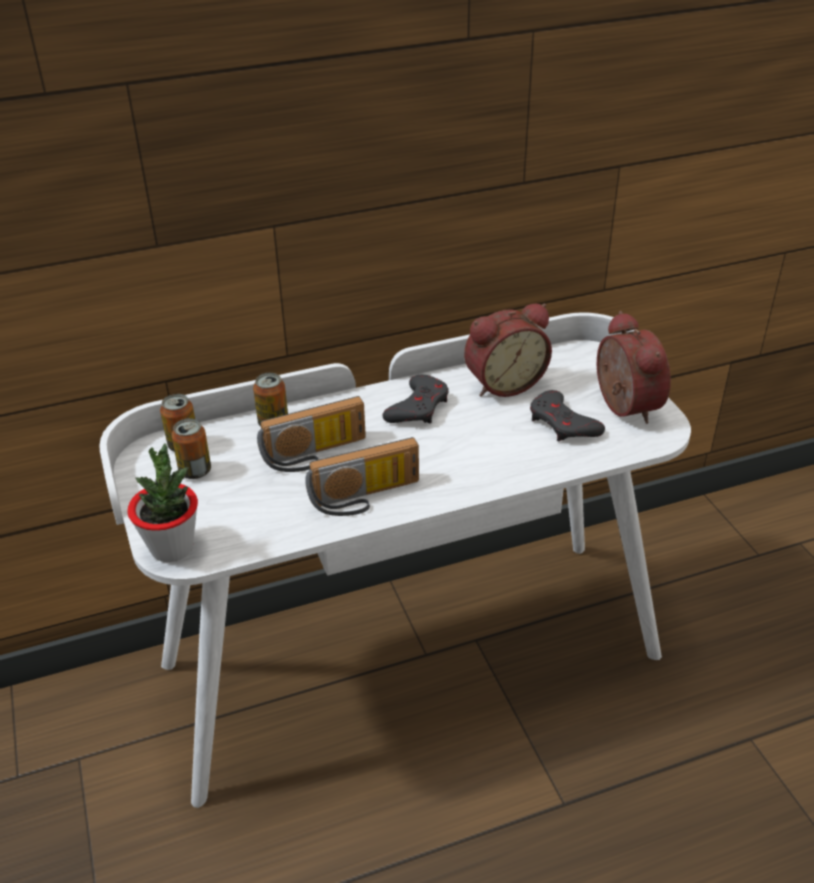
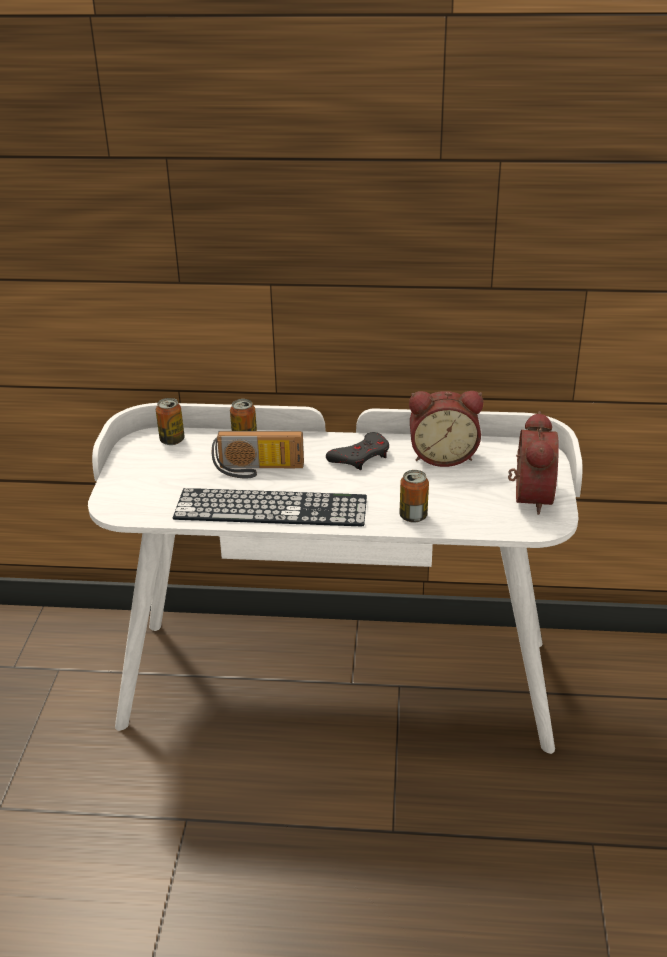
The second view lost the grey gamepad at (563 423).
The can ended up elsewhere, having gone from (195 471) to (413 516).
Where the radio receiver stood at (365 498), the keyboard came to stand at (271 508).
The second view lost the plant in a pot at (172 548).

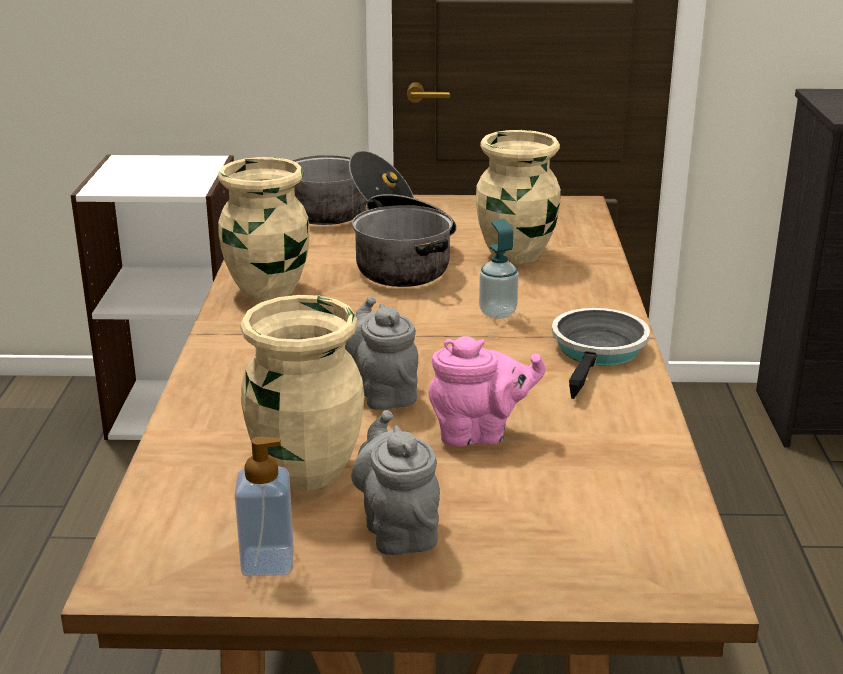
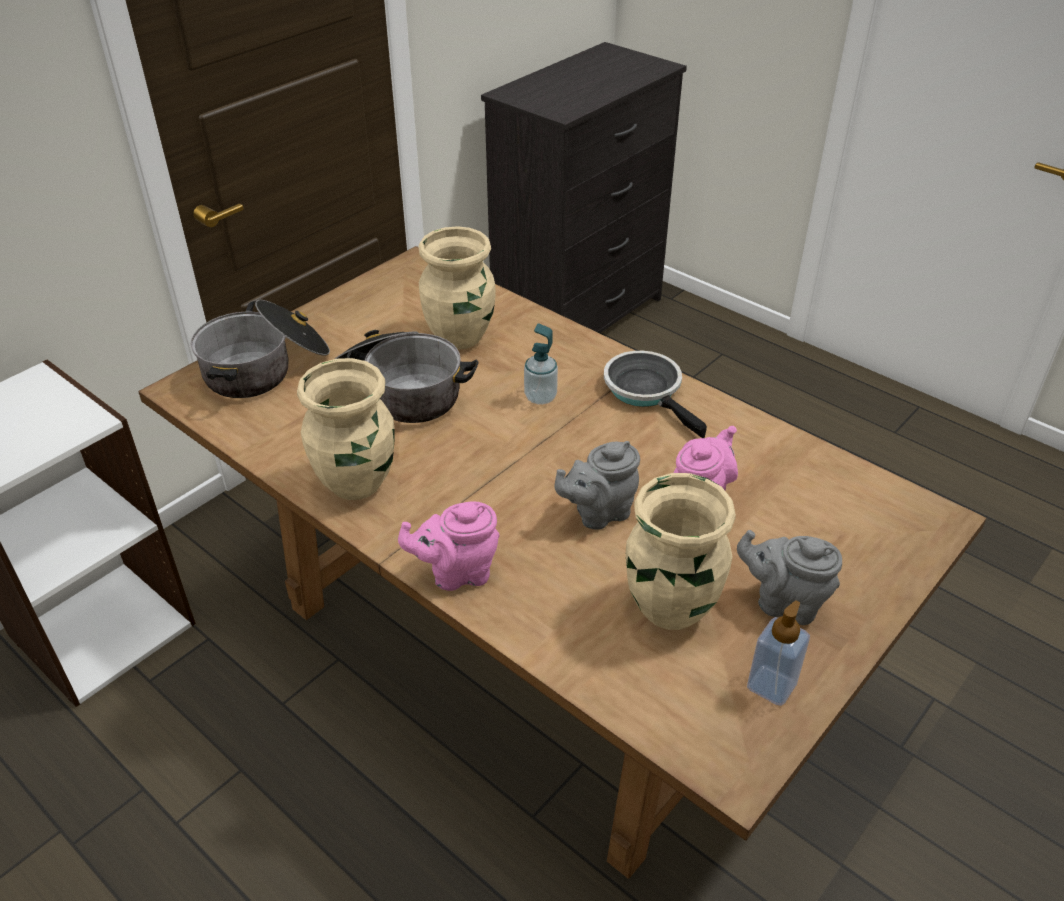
The grey pot for tea at (384 393) ended up facing another way, 45 degrees counterclockwise from before.
The second view gained the pink pot for tea at (457 573).

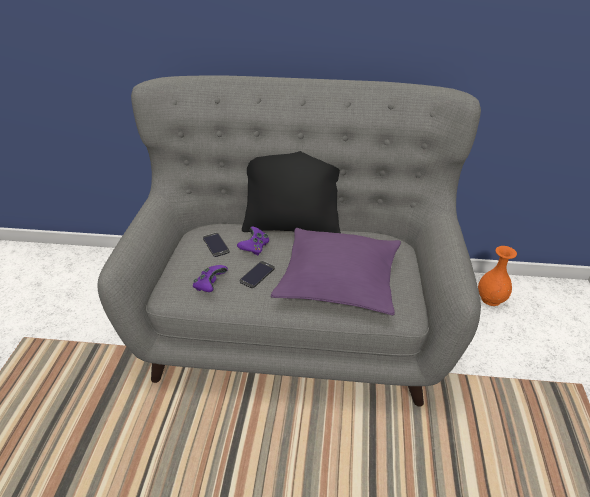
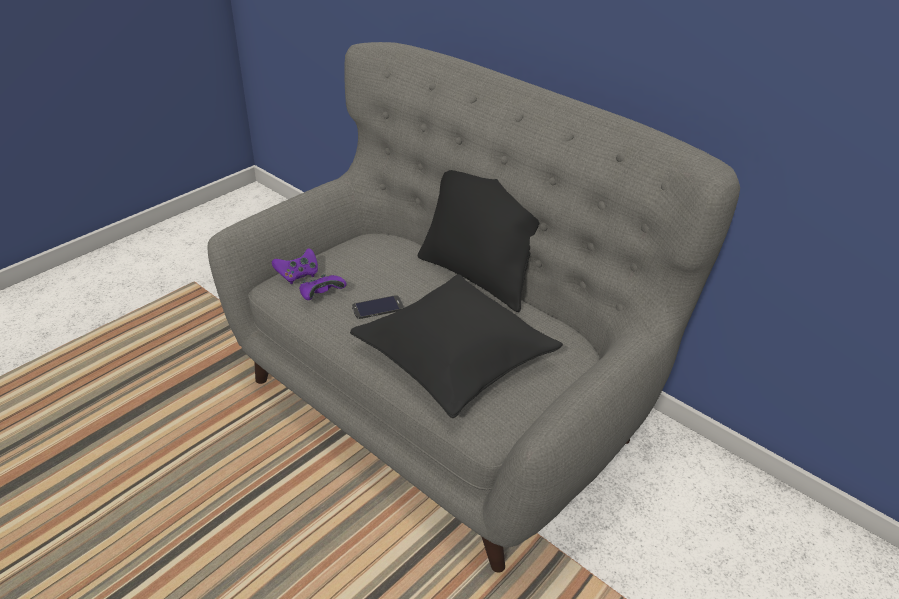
The purplish gamepad ended up elsewhere, having gone from (254 248) to (298 275).
What was the purplish pillow at (338 281) turned into the black-coloured pillow at (455 356).
The second view lost the telephone at (216 245).
The second view lost the orangey vase at (491 299).

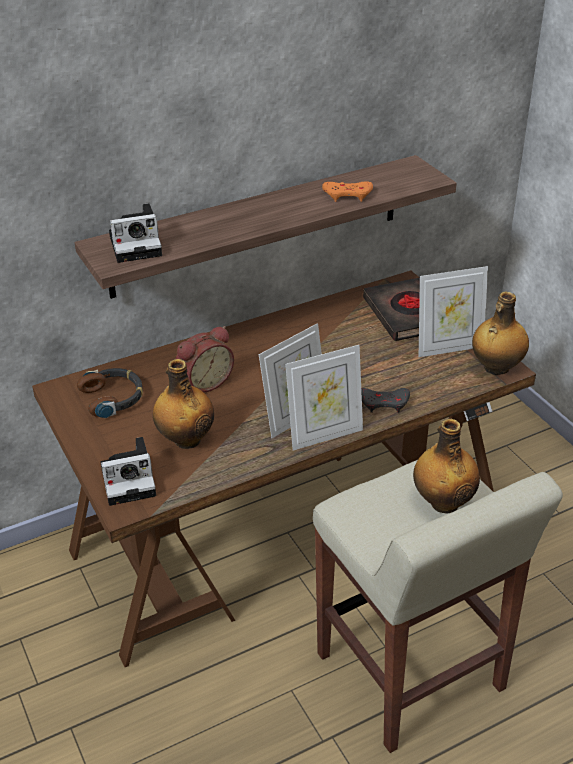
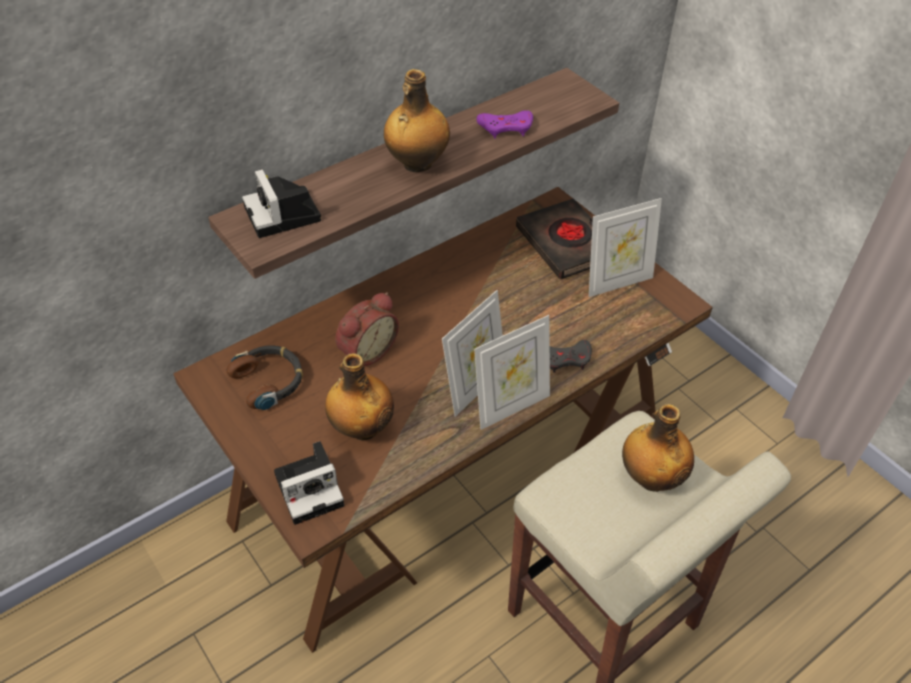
What was the orangey gamepad at (348 195) turned into the purplish gamepad at (506 128).
The still camera at (138 245) ended up facing another way, 90 degrees clockwise from before.
The bottle ended up elsewhere, having gone from (495 368) to (416 164).

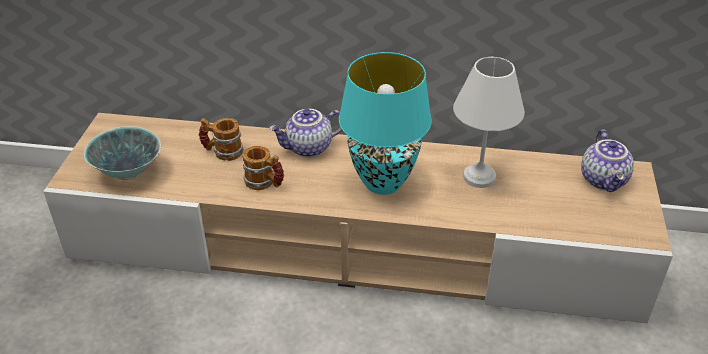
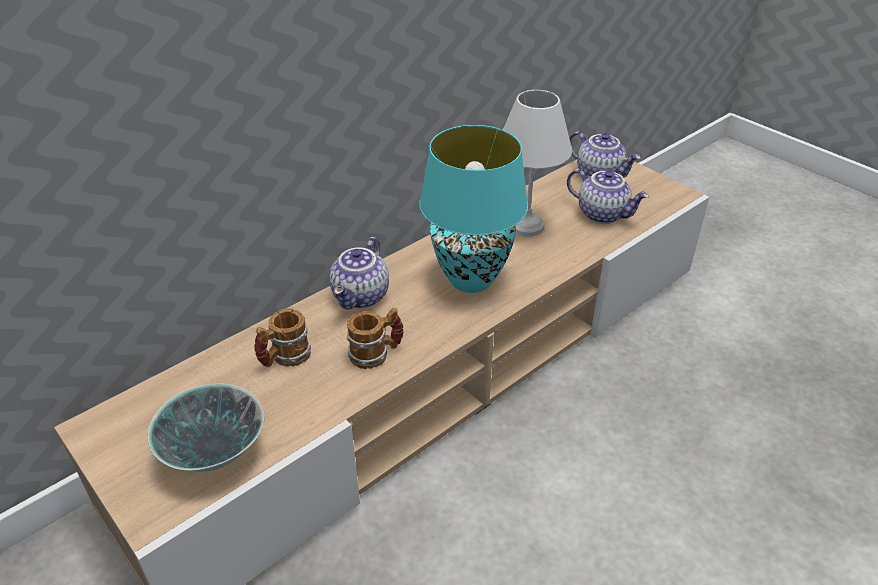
The second view gained the pot for tea at (603 214).

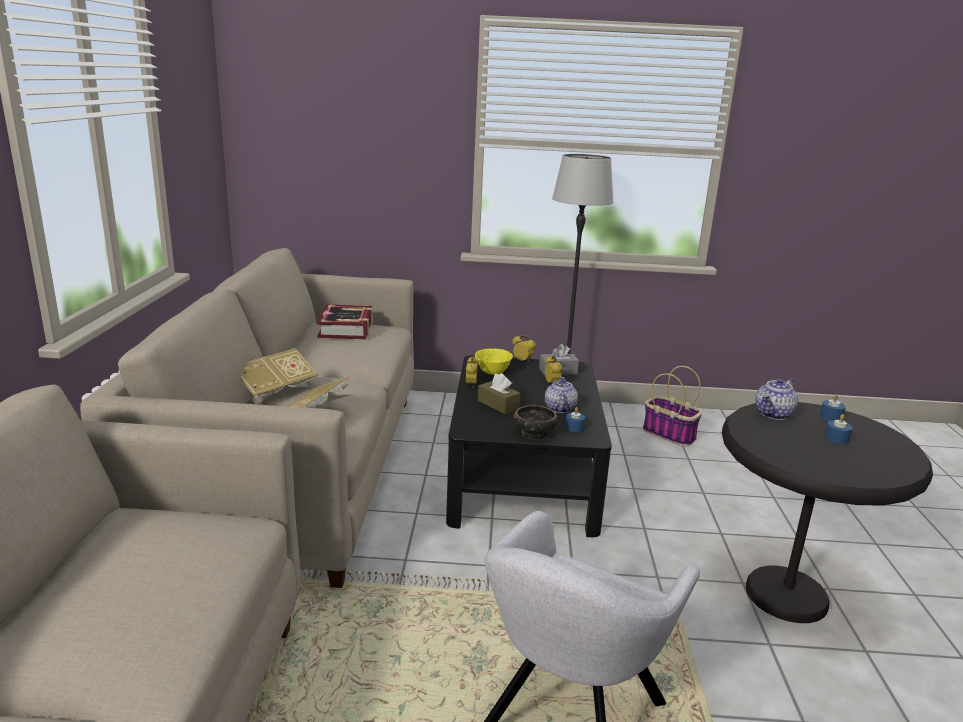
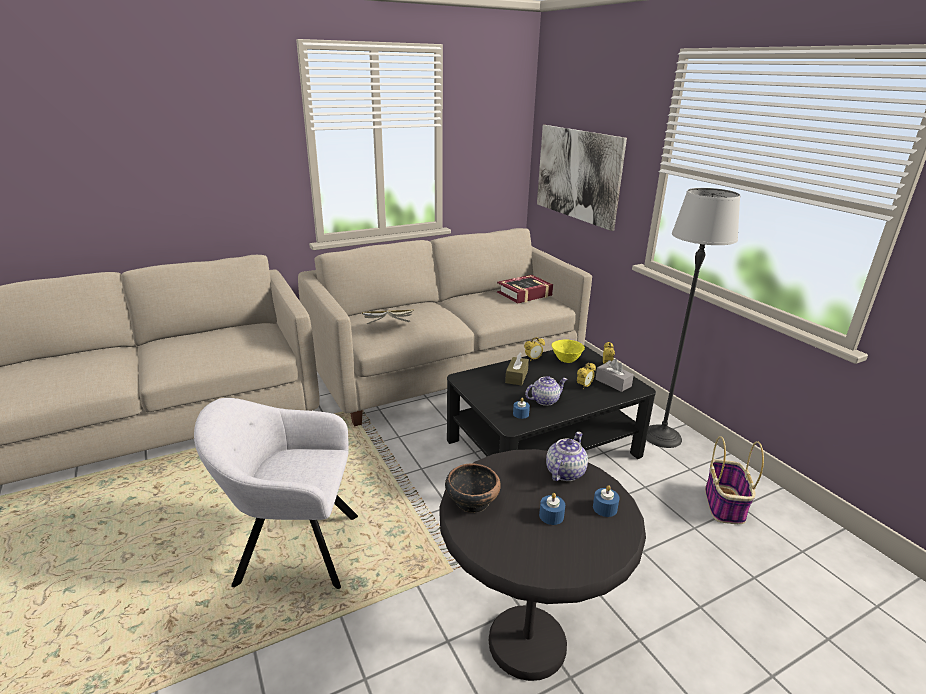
The second view lost the volume at (275 391).
The pot for tea at (774 414) ended up facing another way, 105 degrees clockwise from before.
The serving bowl ended up elsewhere, having gone from (534 434) to (471 501).
The second view gained the picture at (577 174).

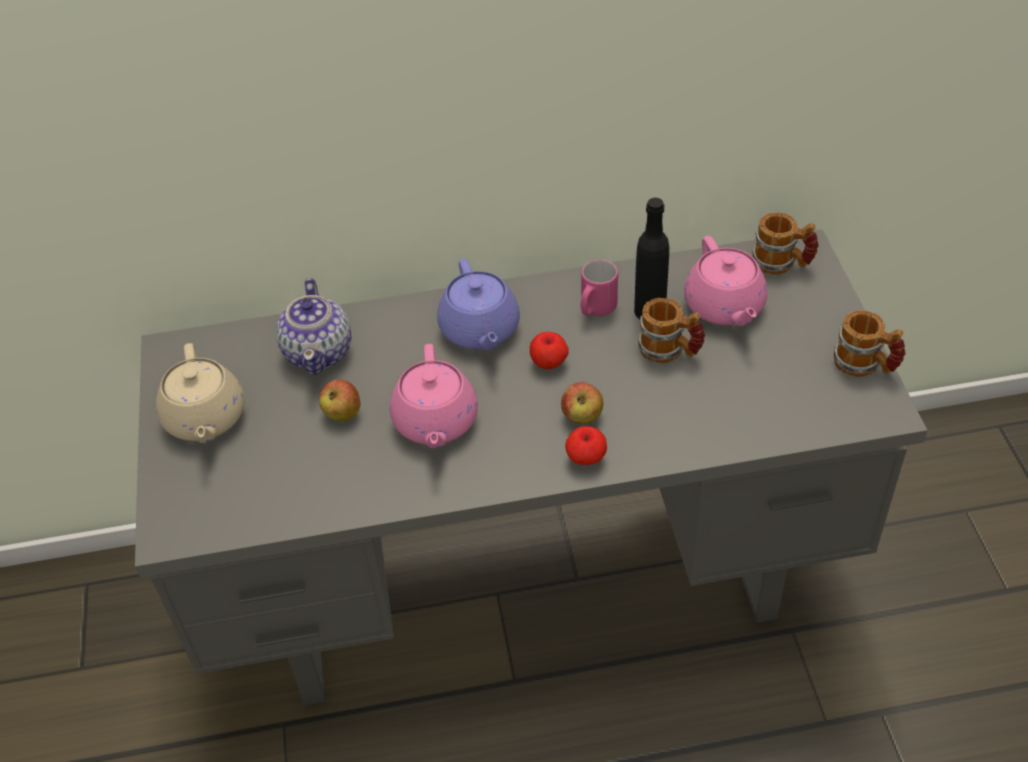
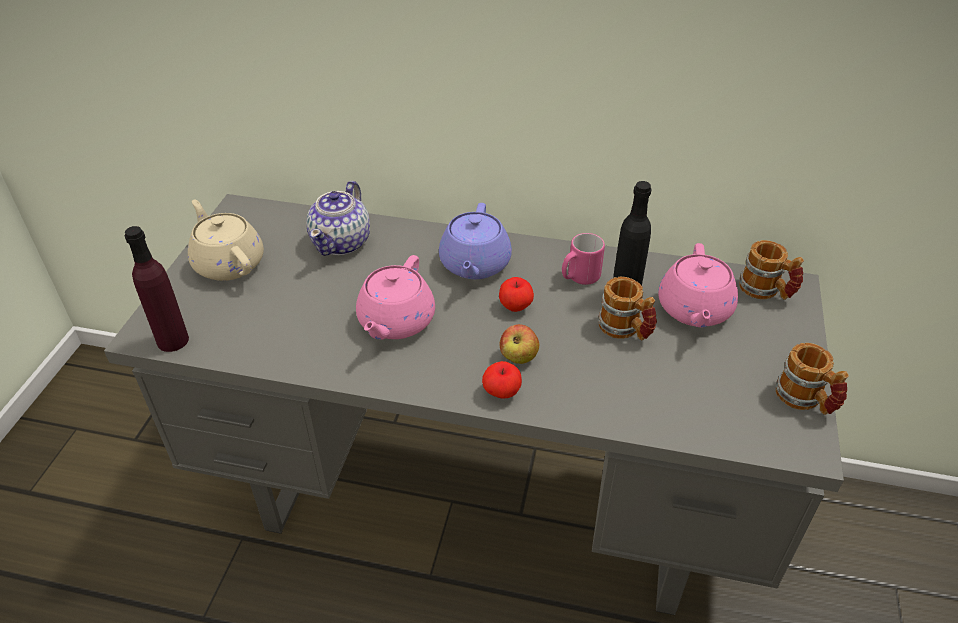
The beige-coloured pot for tea at (205 419) ended up facing another way, 135 degrees clockwise from before.
The second view lost the whole apple at (342 413).
The second view gained the purplish bottle at (173 340).

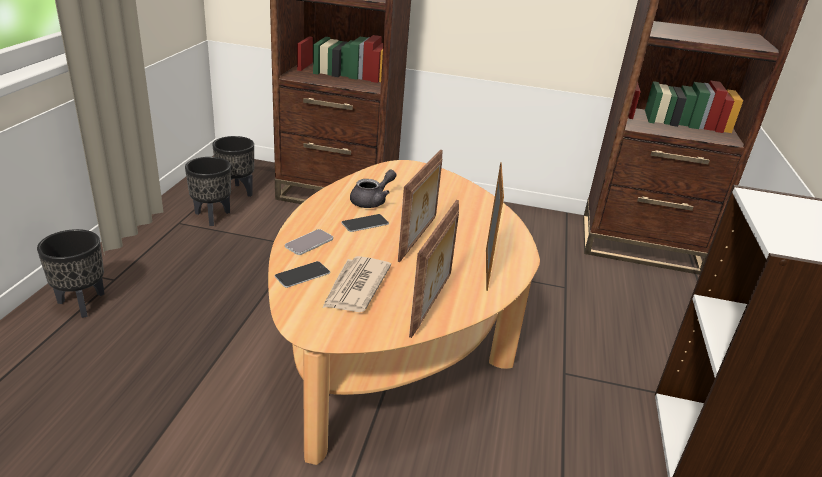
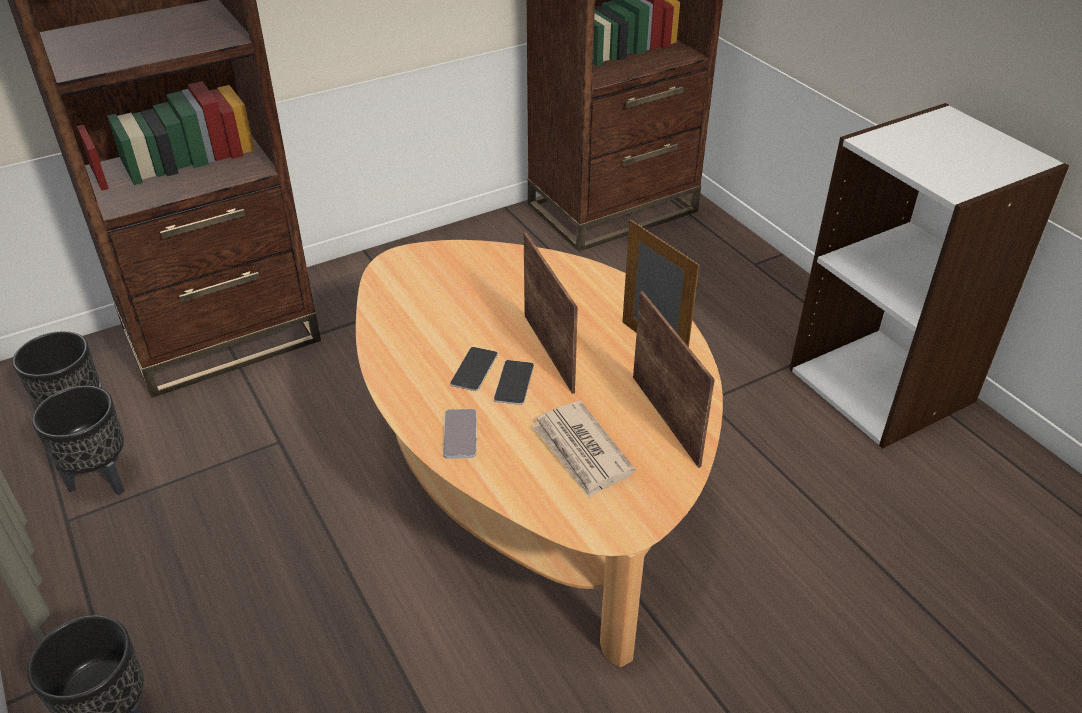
The second view lost the grey pot for tea at (372 201).
The telephone ended up elsewhere, having gone from (302 274) to (514 382).

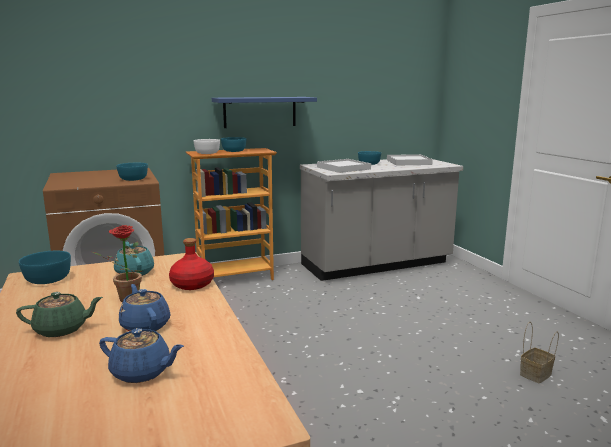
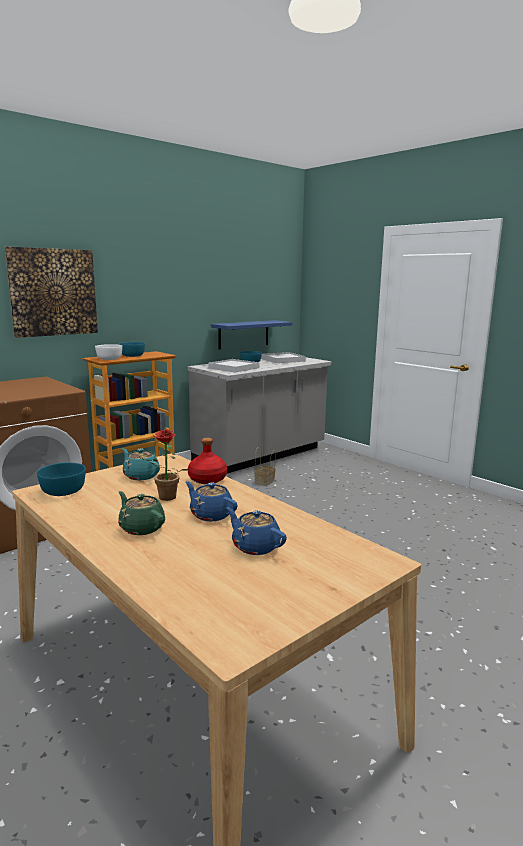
The blue-coloured bracket shelf ended up elsewhere, having gone from (260 112) to (243 334).
The second view lost the blue-green serving bowl at (133 179).
The green pot for tea at (62 329) ended up facing another way, 105 degrees counterclockwise from before.
The household basket ended up elsewhere, having gone from (535 375) to (264 482).
The blue-coloured pot for tea at (142 372) ended up facing another way, 135 degrees counterclockwise from before.
The second view gained the picture at (53 292).

